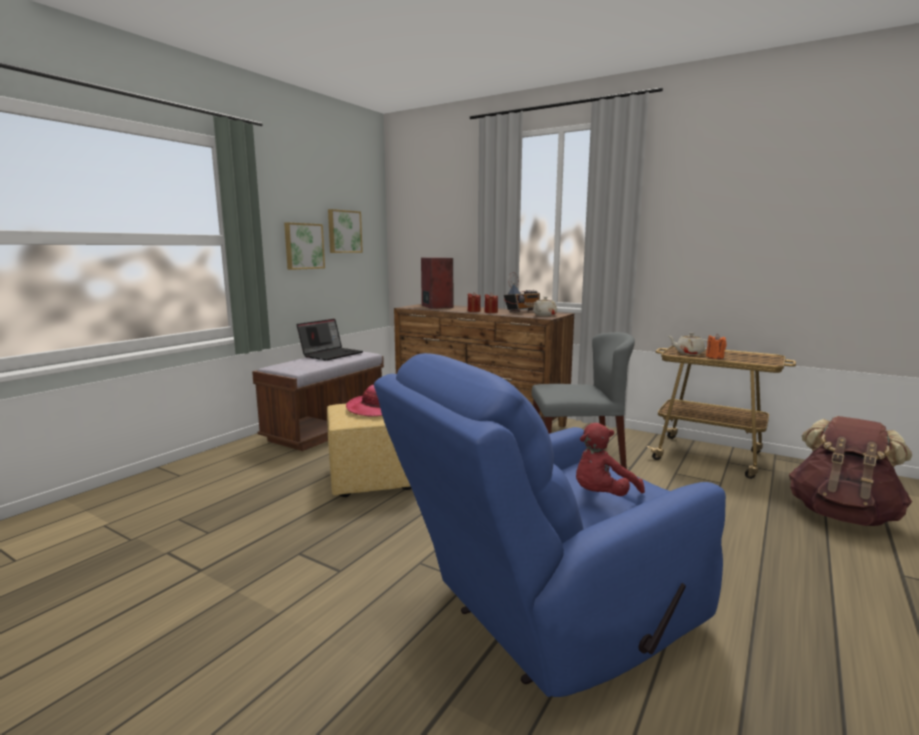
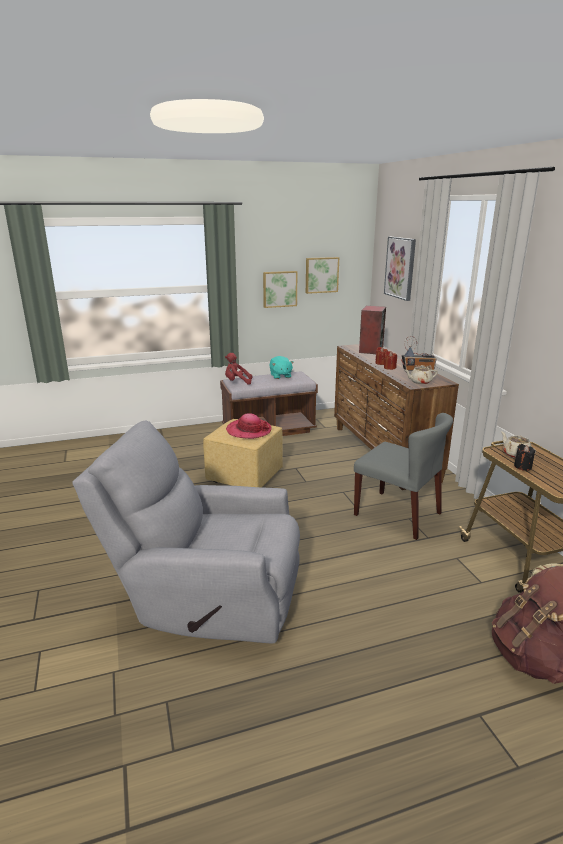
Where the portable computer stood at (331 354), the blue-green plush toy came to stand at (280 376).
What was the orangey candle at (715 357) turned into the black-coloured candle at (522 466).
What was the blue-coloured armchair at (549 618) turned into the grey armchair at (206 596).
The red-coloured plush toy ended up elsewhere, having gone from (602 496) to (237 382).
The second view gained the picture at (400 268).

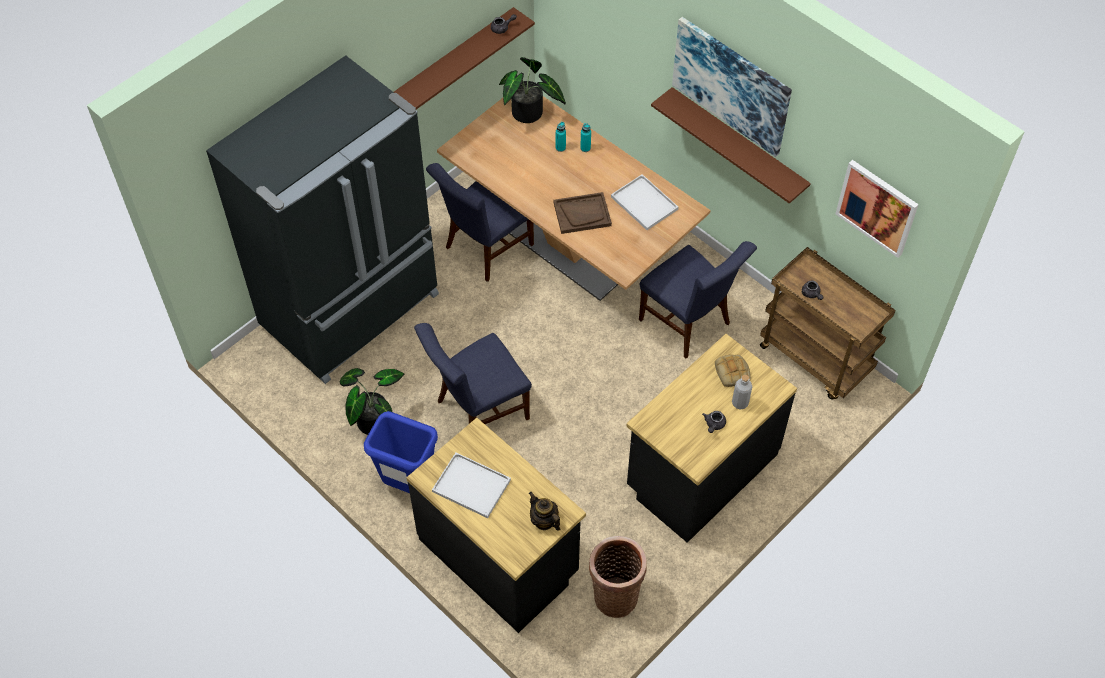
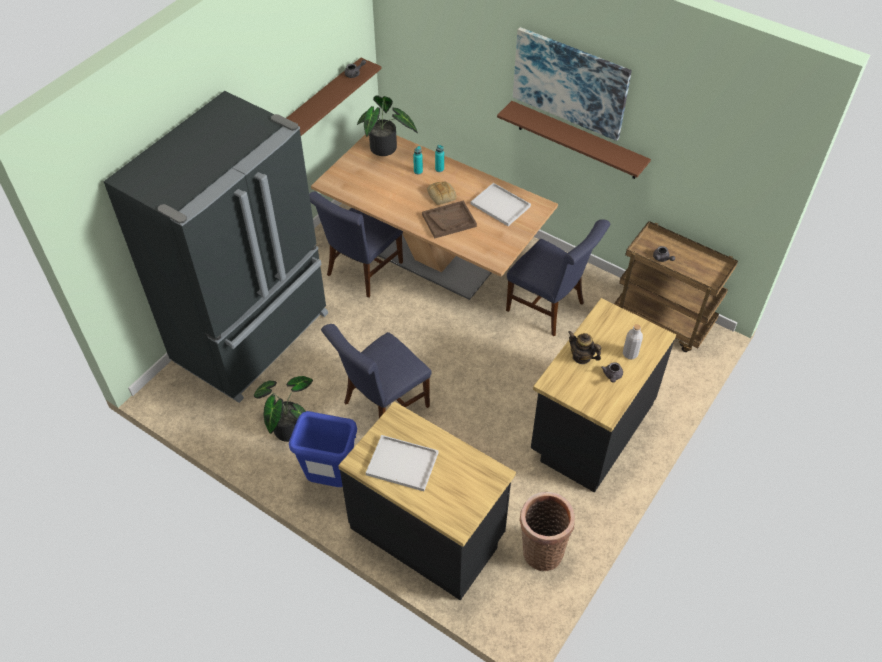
The second view lost the picture at (877 207).
The baked bread ended up elsewhere, having gone from (733 373) to (442 195).
The pot for tea ended up elsewhere, having gone from (544 521) to (581 357).

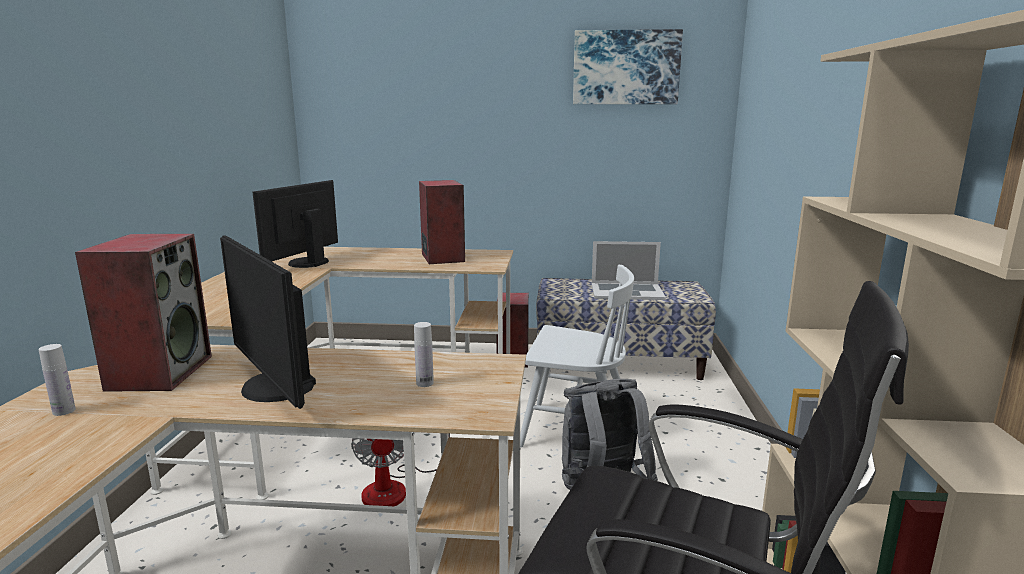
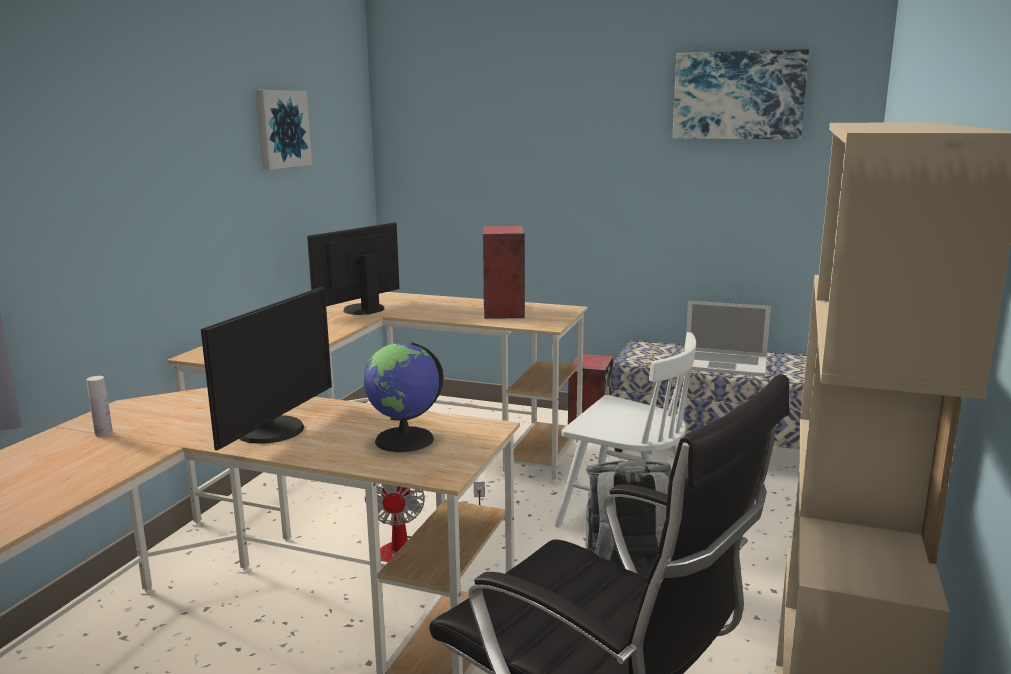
The second view lost the speaker at (160 372).
The computer display at (275 387) ended up facing another way, 135 degrees counterclockwise from before.
Where the white bottle stood at (424 383), the world globe came to stand at (405 440).
The second view gained the picture at (280 129).

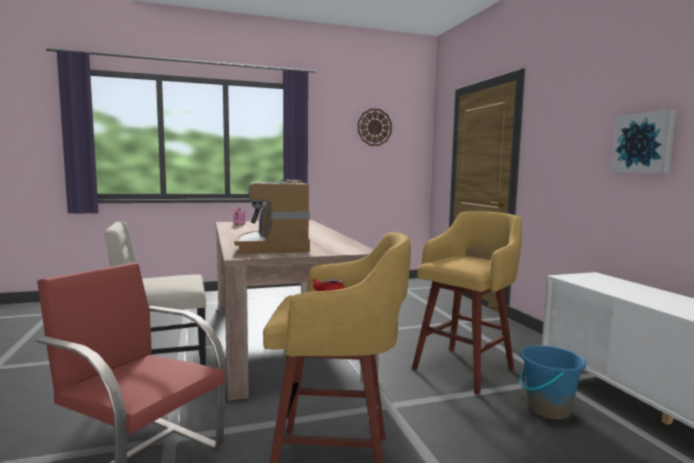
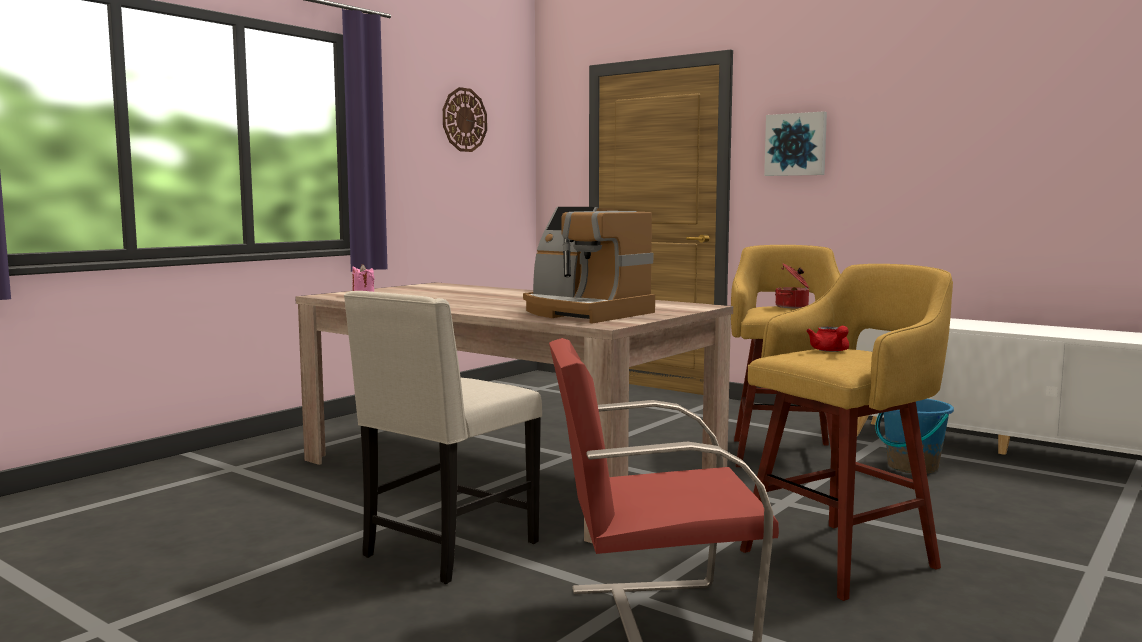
The picture ended up elsewhere, having gone from (644 143) to (796 144).
The second view gained the saucepot at (792 306).

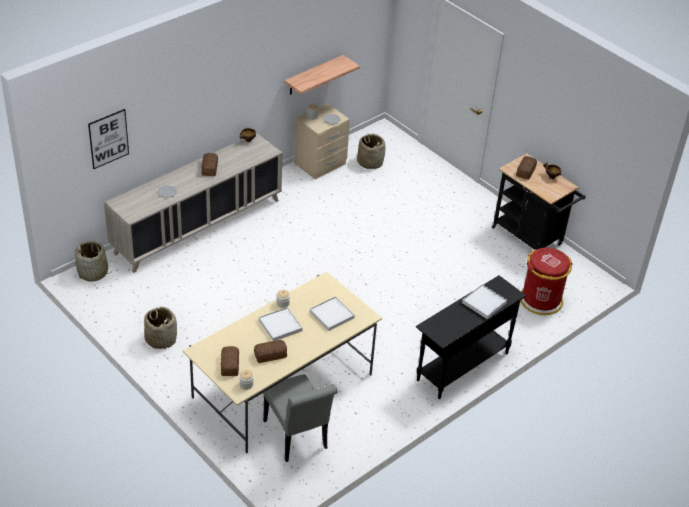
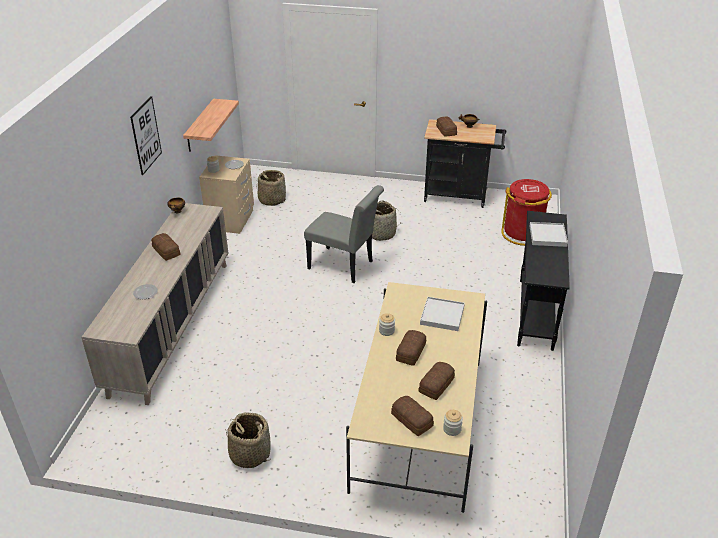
The picture ended up elsewhere, having gone from (108 139) to (146 135).
The household basket ended up elsewhere, having gone from (93 273) to (382 233).
Where the white serving tray stood at (280 325), the baked bread came to stand at (410 352).
The grey upright chair ended up elsewhere, having gone from (297 438) to (344 266).

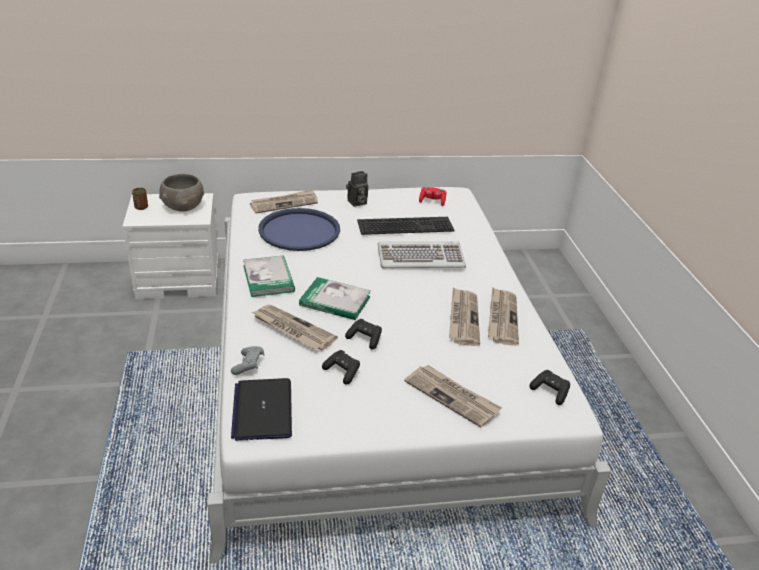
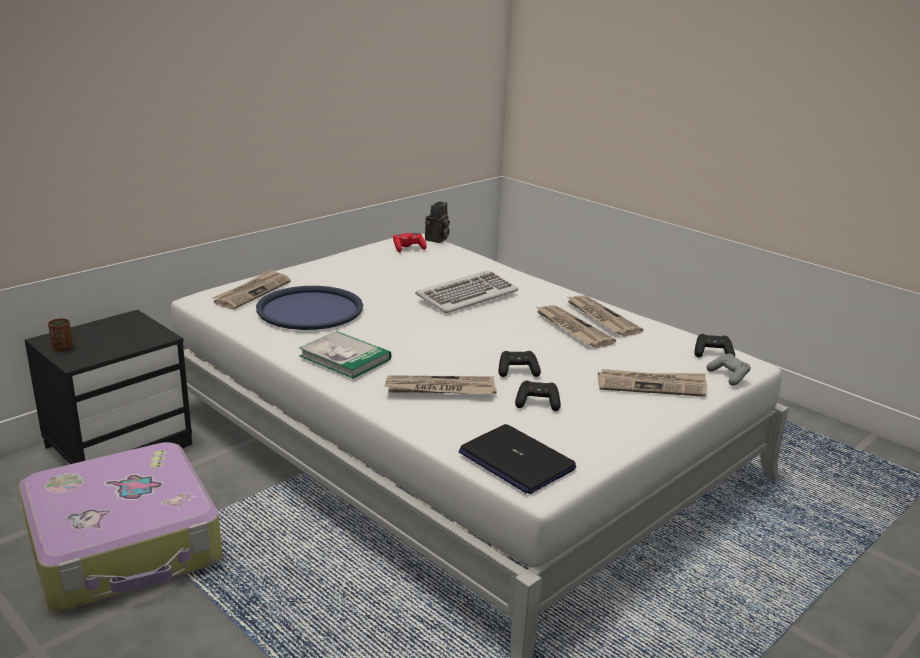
The still camera ended up elsewhere, having gone from (356 203) to (437 240).
The second view lost the grey serving bowl at (183 207).
What was the white night table at (180 279) turned into the black-coloured night table at (120 444).
The second view lost the keyboard at (406 225).
The second view lost the volume at (335 301).
The grey gamepad ended up elsewhere, having gone from (248 365) to (728 376).
The second view gained the suitcase at (126 546).

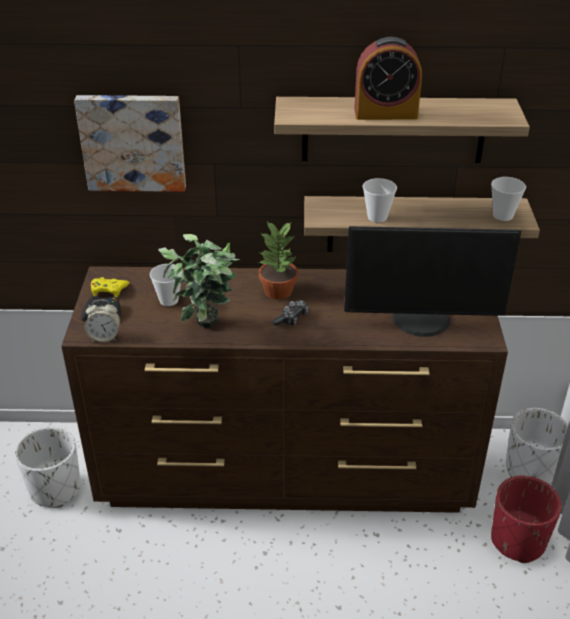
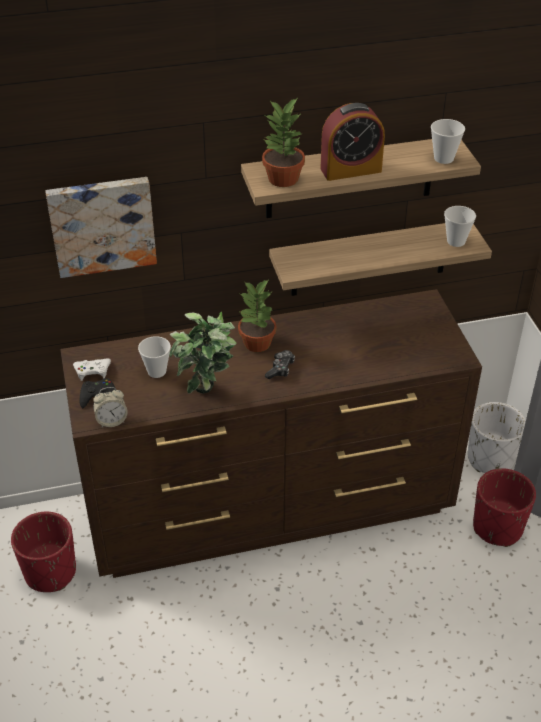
The drinking cup ended up elsewhere, having gone from (377 217) to (443 158).
The second view lost the computer display at (421 321).
What was the yellow-coloured gamepad at (108 290) turned into the white gamepad at (92 371).
What was the white plant pot at (55 489) turned into the red-coloured plant pot at (50 572).
The second view gained the plant in a pot at (284 179).

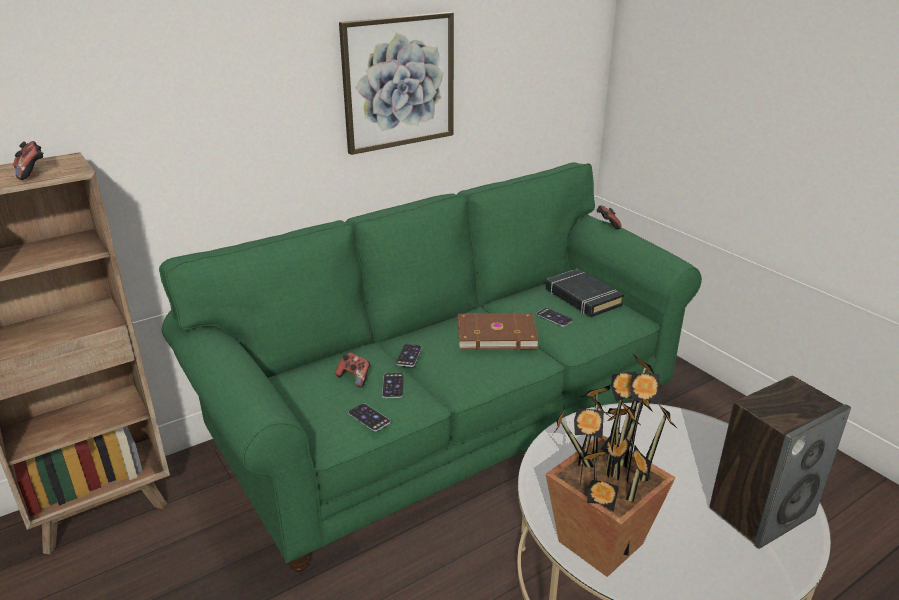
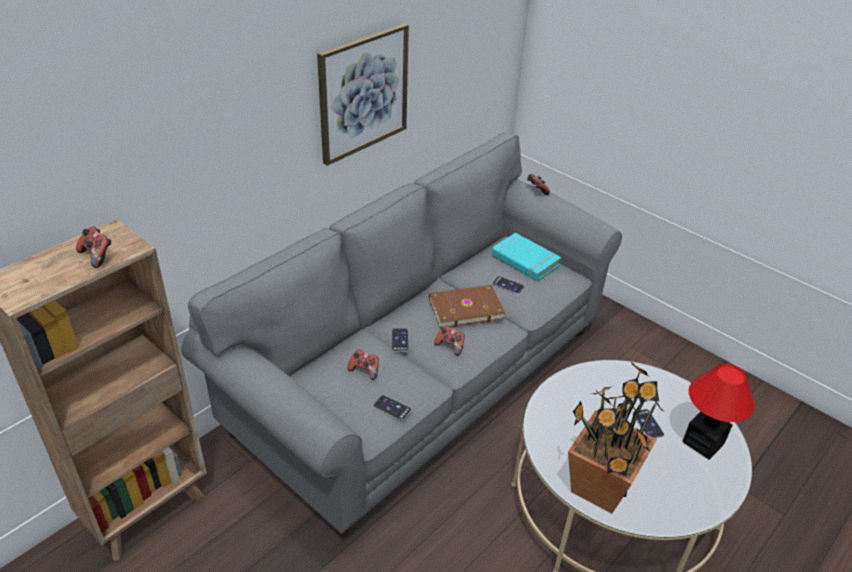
What was the green sofa at (449 423) turned into the grey sofa at (421 381).
What was the black-coloured volume at (582 298) turned into the blue-green volume at (525 261).
The telephone ended up elsewhere, having gone from (393 385) to (647 424).
Where the speaker stood at (761 511), the lamp for a table came to stand at (702 442).
The second view gained the gamepad at (450 346).

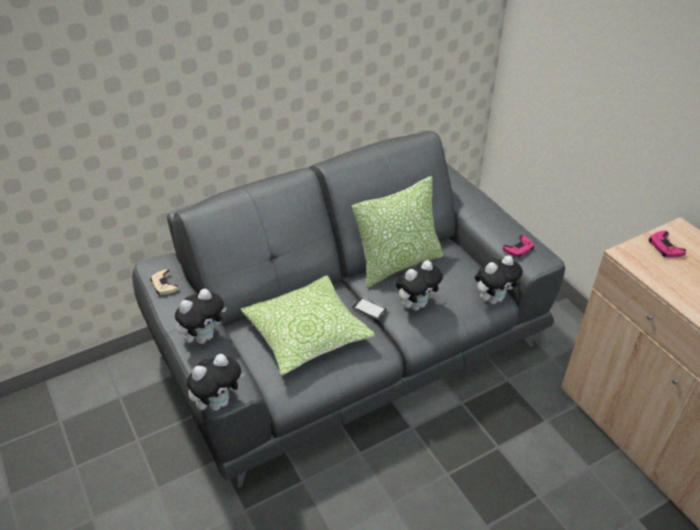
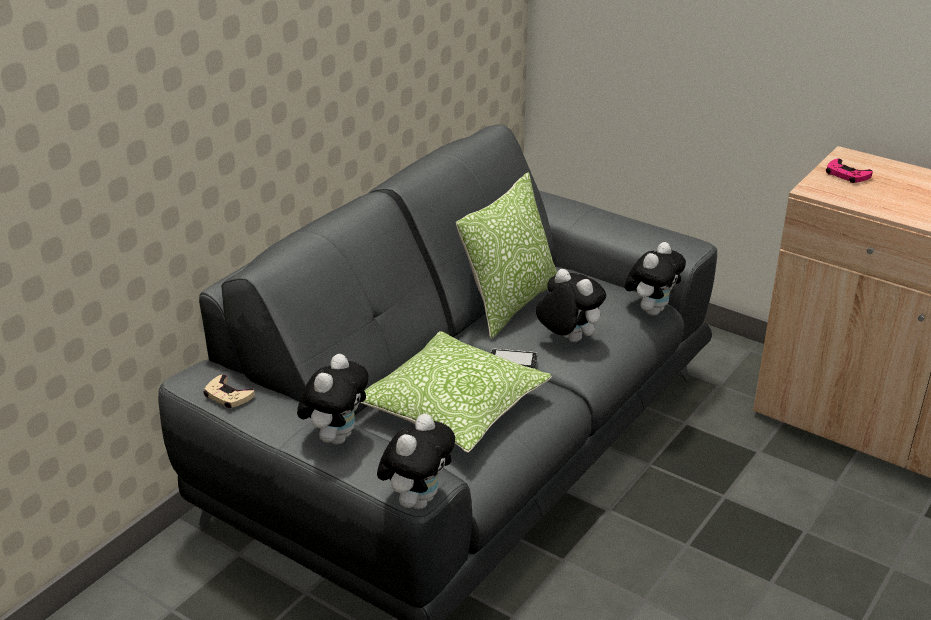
The second view lost the pink gamepad at (518 249).
The plush toy at (416 304) ended up facing another way, 75 degrees counterclockwise from before.

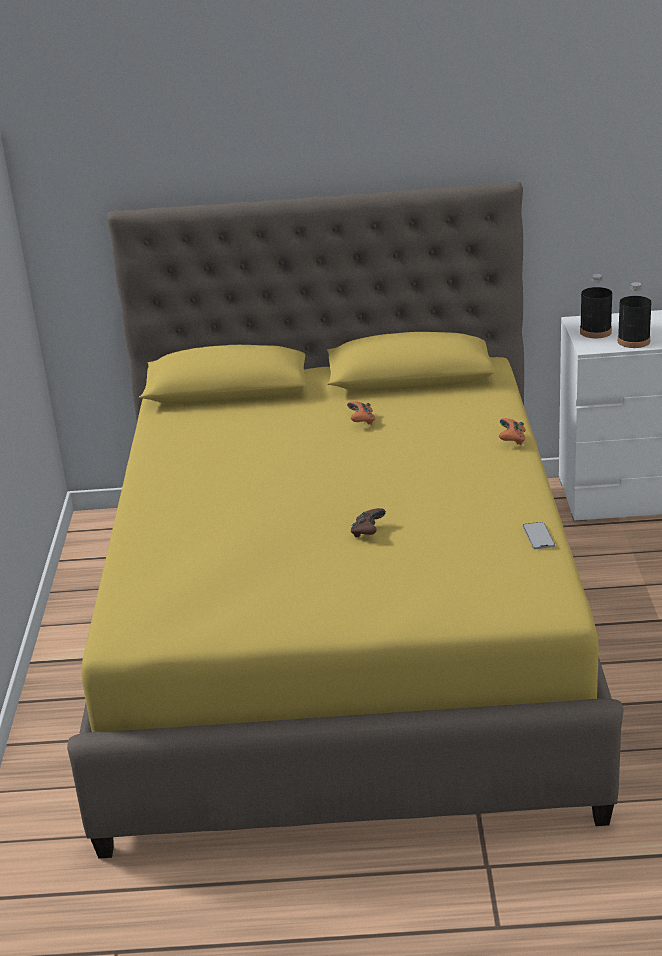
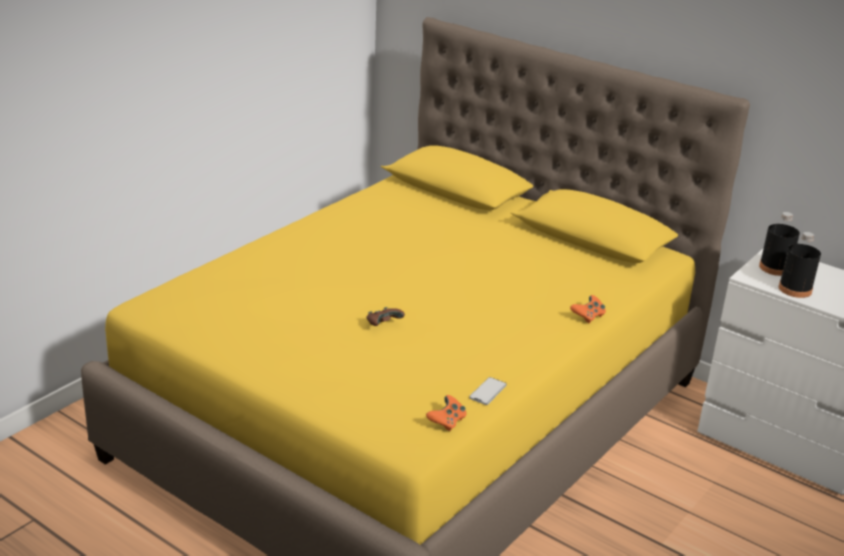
The orangey gamepad ended up elsewhere, having gone from (361 421) to (447 422).

